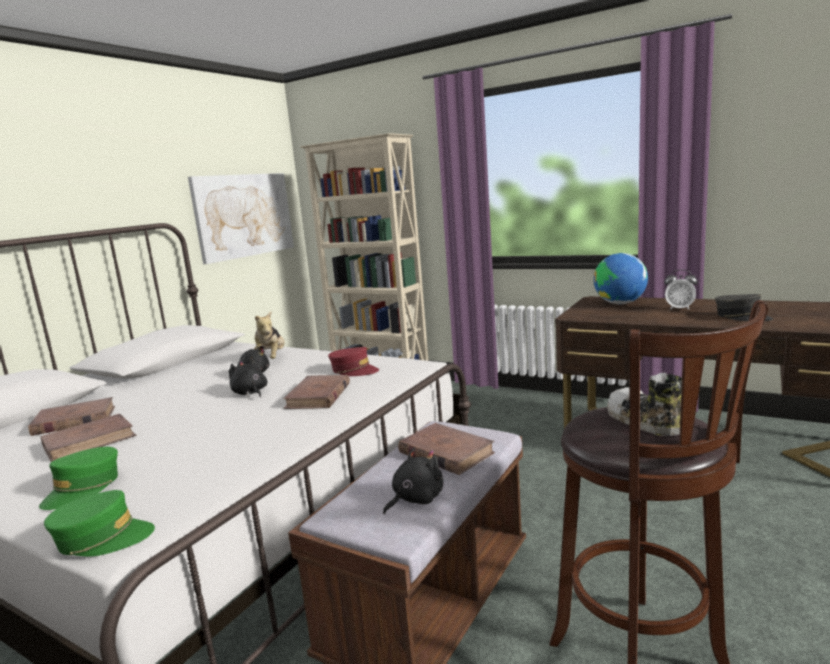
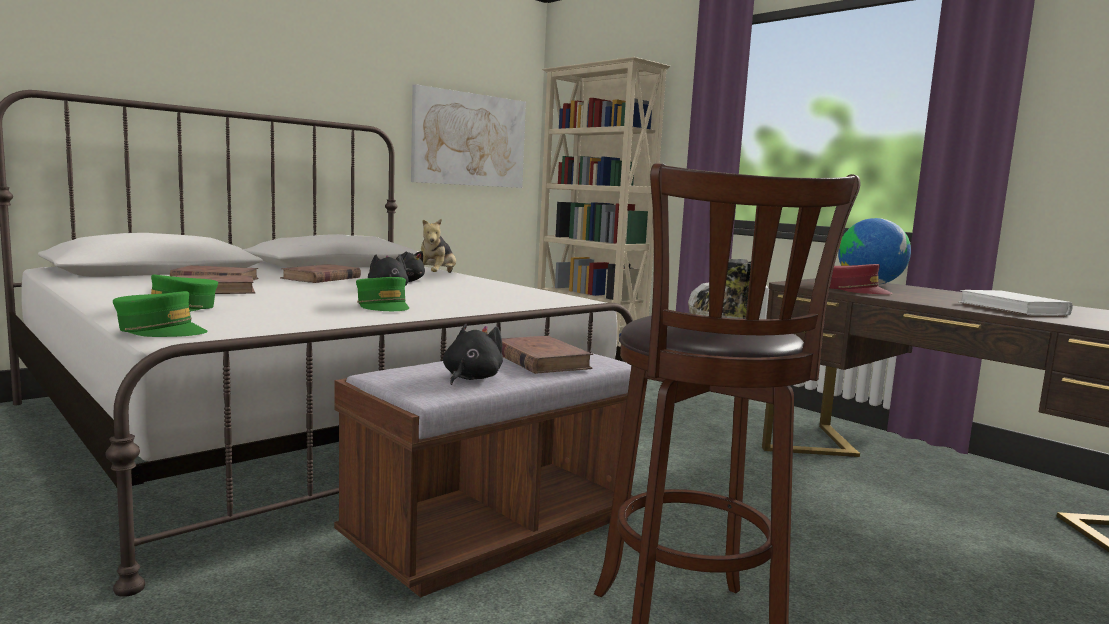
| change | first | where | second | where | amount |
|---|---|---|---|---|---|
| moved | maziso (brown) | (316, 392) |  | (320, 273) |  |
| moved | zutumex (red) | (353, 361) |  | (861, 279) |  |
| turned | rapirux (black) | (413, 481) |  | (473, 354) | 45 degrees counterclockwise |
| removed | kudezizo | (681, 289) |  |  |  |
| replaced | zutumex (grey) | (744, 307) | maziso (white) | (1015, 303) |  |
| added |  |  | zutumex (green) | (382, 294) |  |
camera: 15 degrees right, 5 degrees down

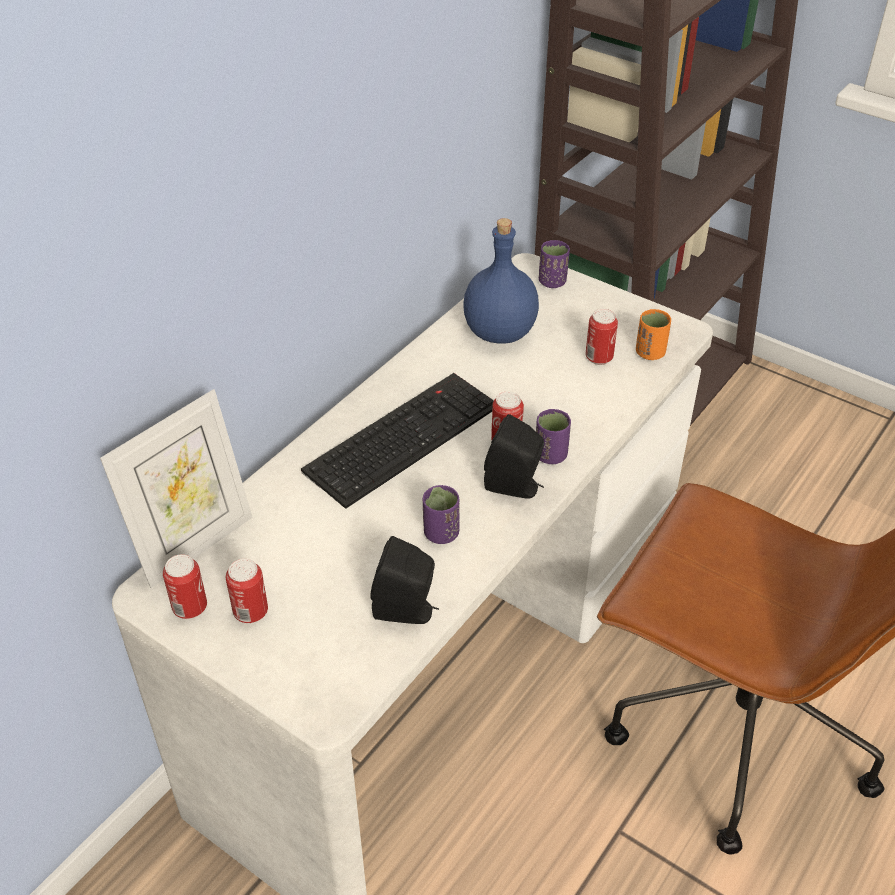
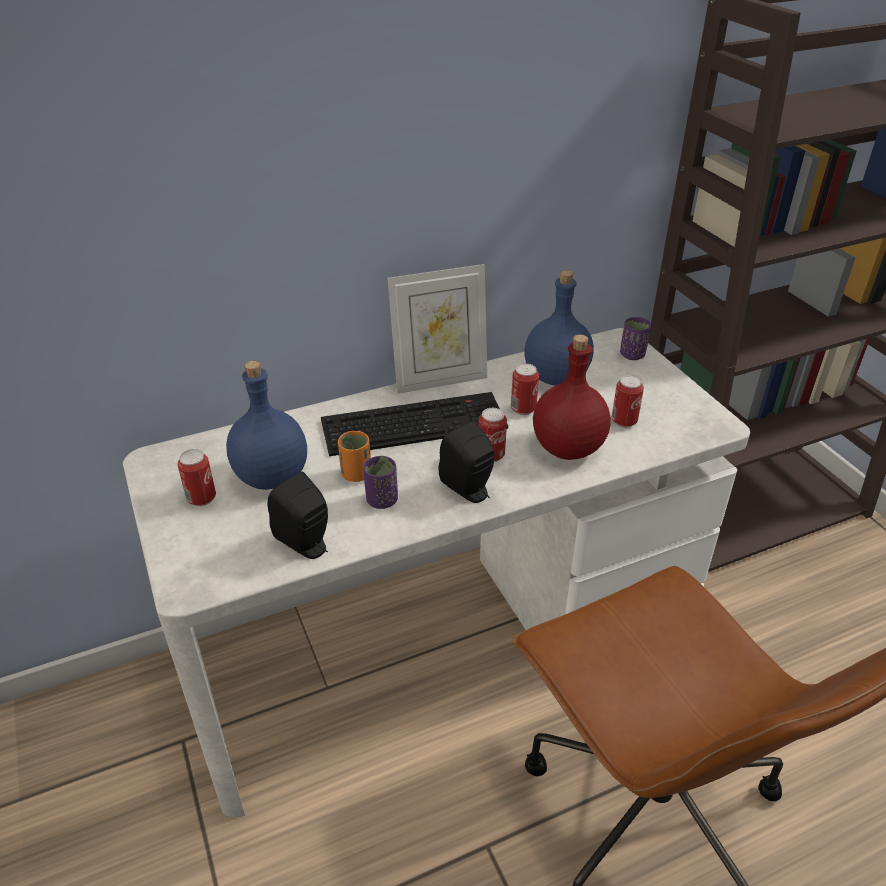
| change | first | where | second | where | amount |
|---|---|---|---|---|---|
| moved | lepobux | (176, 488) |  | (437, 329) |  |
| moved | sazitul | (185, 586) |  | (525, 389) |  |
| removed | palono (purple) | (553, 436) |  |  |  |
| moved | palono (orange) | (653, 334) |  | (354, 456) |  |
| added |  |  | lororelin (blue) | (266, 425) |  |
| added |  |  | lororelin (red) | (572, 397) |  |
camera: 30 degrees right, 5 degrees down

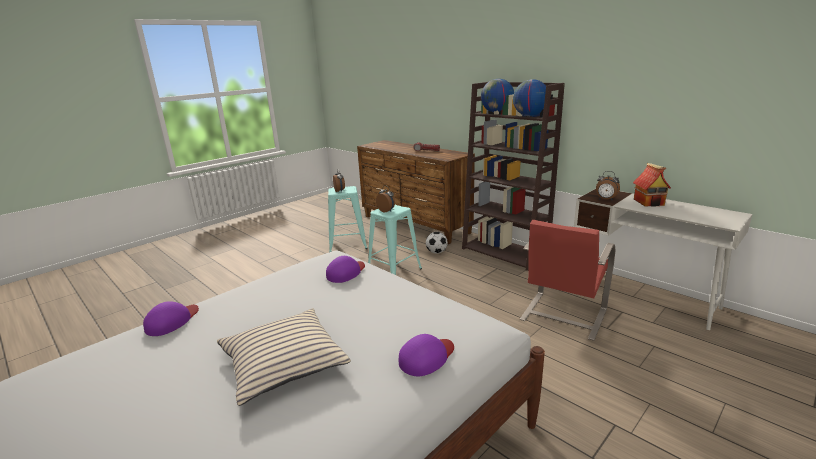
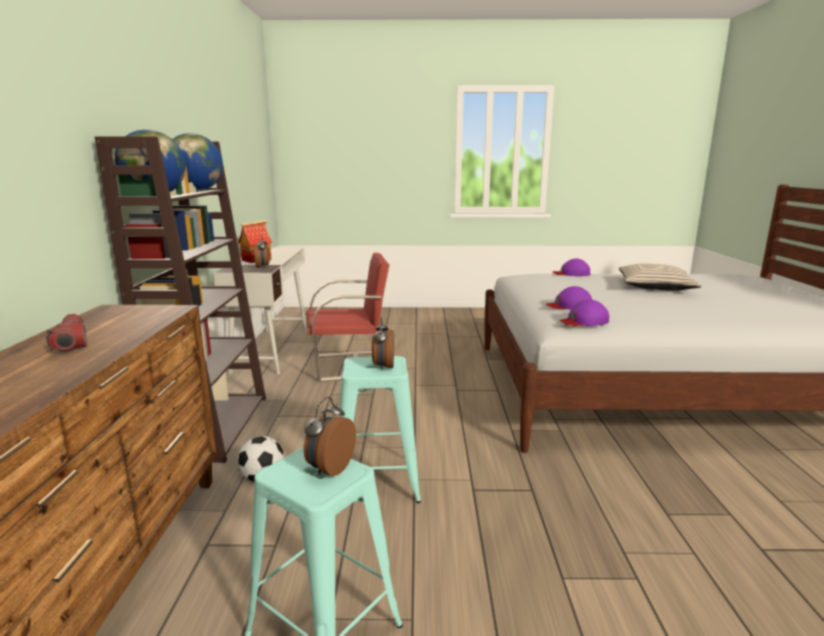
| change | first | where | second | where | amount |
|---|---|---|---|---|---|
| moved | zutumex (purple) | (171, 318) |  | (584, 313) |  |
camera: 135 degrees left, 5 degrees down

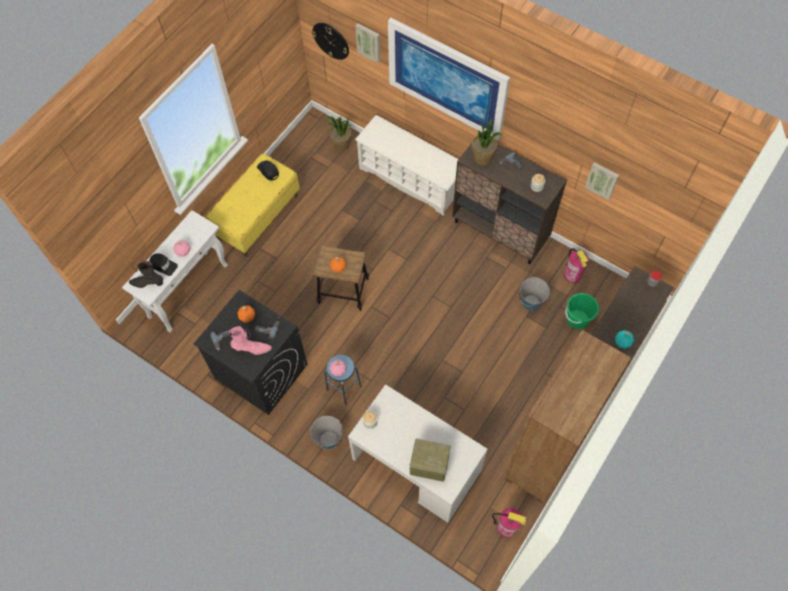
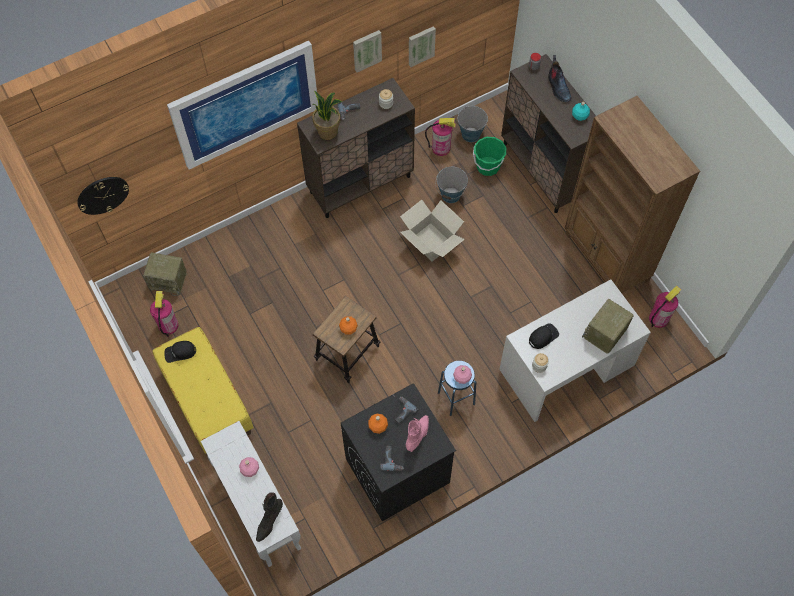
| change | first | where | second | where | amount |
|---|---|---|---|---|---|
| moved | zutumex (black) | (163, 264) |  | (544, 336) |  |
| moved | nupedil | (326, 433) |  | (473, 124) |  |
| replaced | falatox | (339, 133) | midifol | (165, 274) |  |
| removed | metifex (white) | (407, 165) |  |  |  |
| moved | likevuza | (368, 43) |  | (367, 51) |  |
| added |  |  | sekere | (164, 314) |  |
| added |  |  | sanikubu | (432, 231) |  |
| added |  |  | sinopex | (559, 78) |  |
camera: 65 degrees left, 0 degrees up

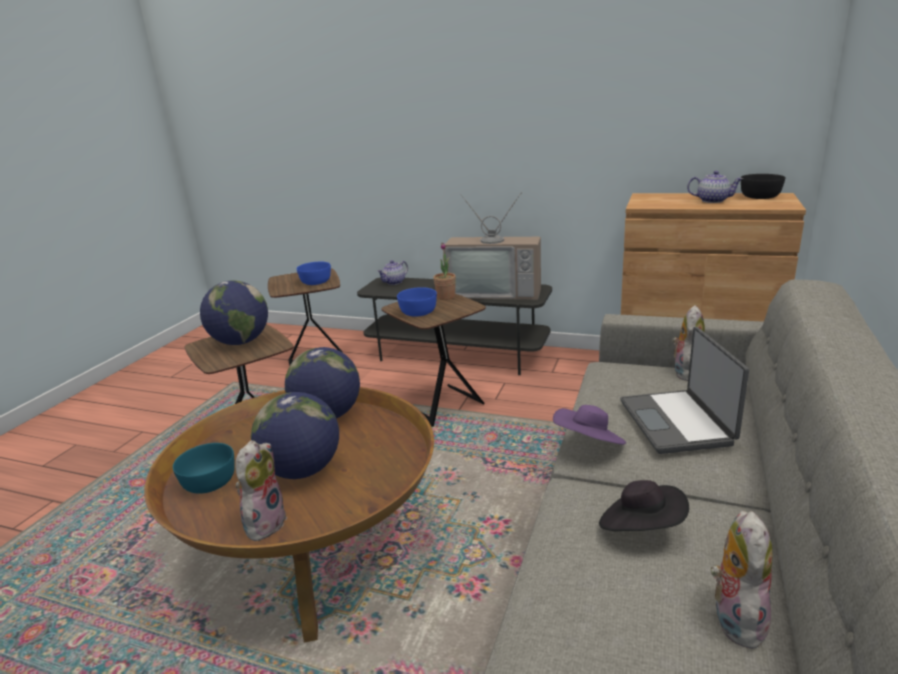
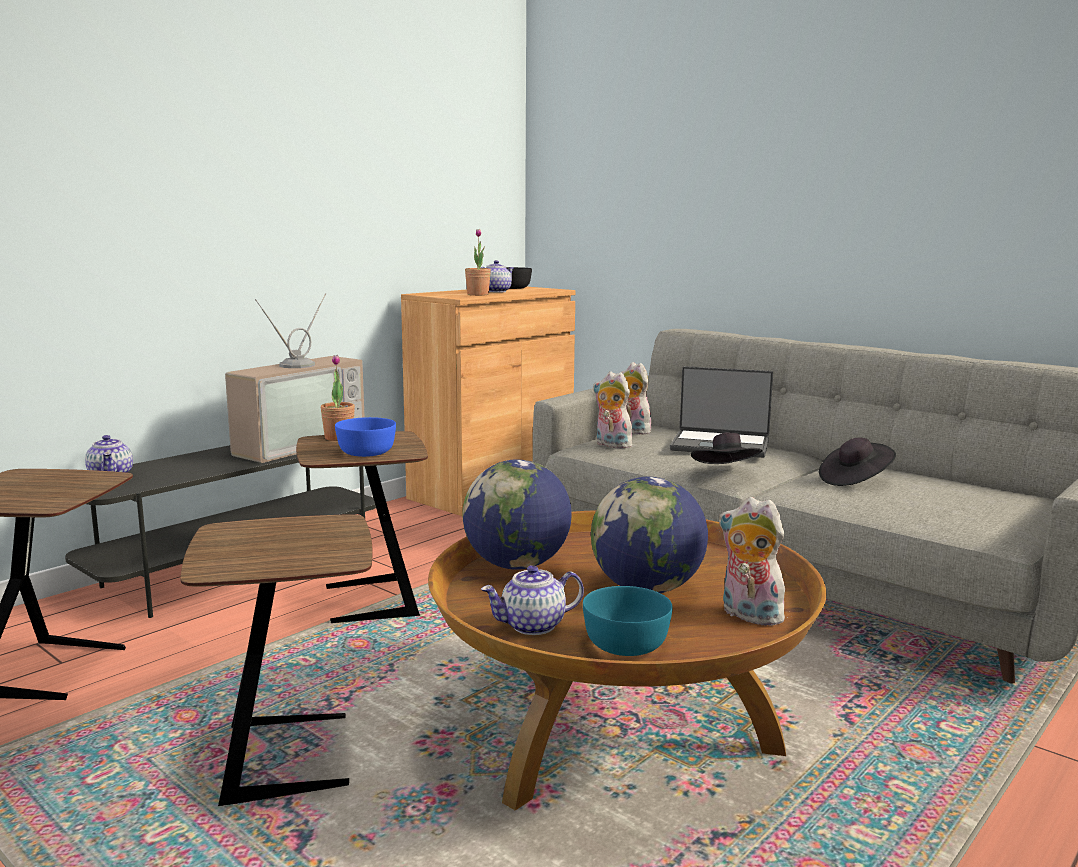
| change | first | where | second | where | amount |
|---|---|---|---|---|---|
| removed | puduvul | (234, 312) |  |  |  |
| removed | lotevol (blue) | (314, 273) |  |  |  |
| recoloured | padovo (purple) | (589, 425) | padovo (black) | (726, 448) |  |
| moved | rapirux | (741, 580) |  | (615, 410) |  |
| added |  |  | falatox | (478, 262) |  |
| added |  |  | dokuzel | (532, 600) |  |
camera: 70 degrees left, 10 degrees down

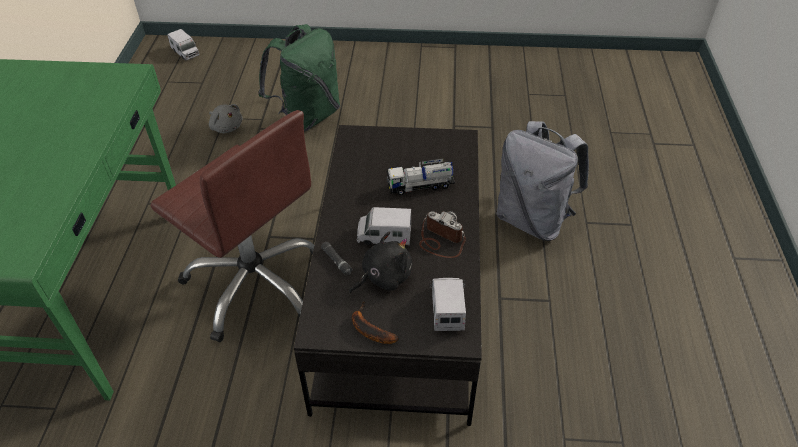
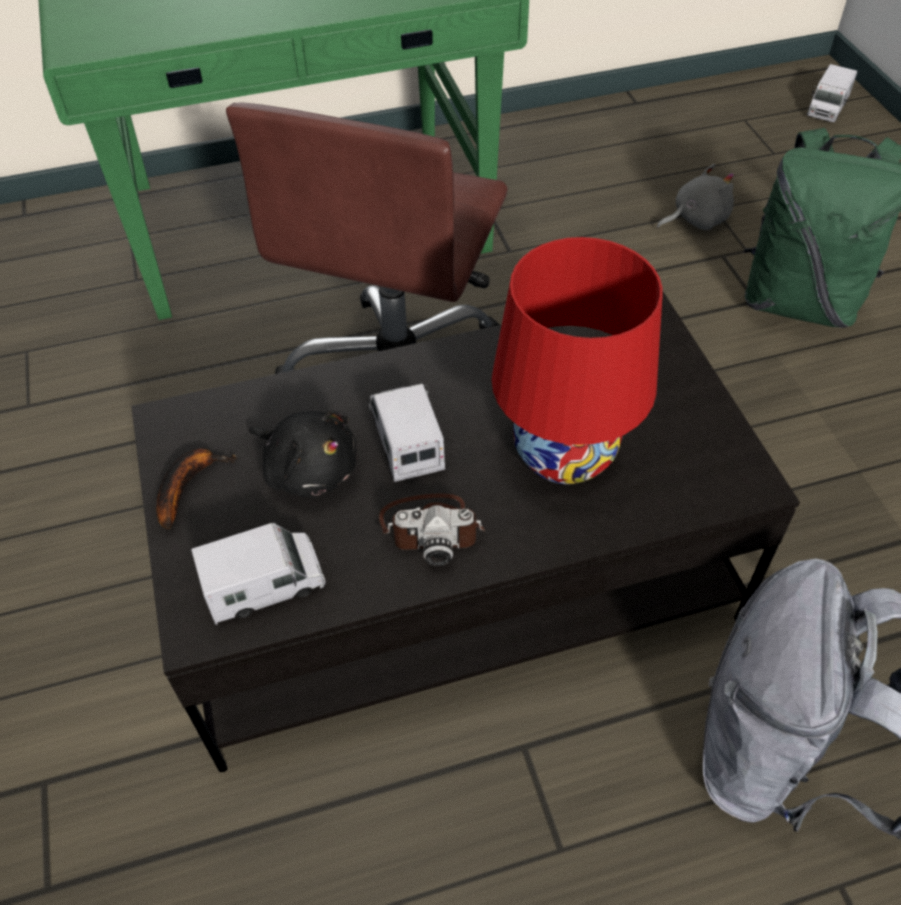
| change | first | where | second | where | amount |
|---|---|---|---|---|---|
| turned | rapirux (grey) | (225, 118) |  | (695, 197) | 135 degrees counterclockwise |
| removed | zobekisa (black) | (337, 259) |  |  |  |
| replaced | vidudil | (420, 176) | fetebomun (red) | (577, 360) |  |
| turned | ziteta | (442, 234) |  | (432, 529) | 75 degrees clockwise |
camera: 70 degrees right, 5 degrees up

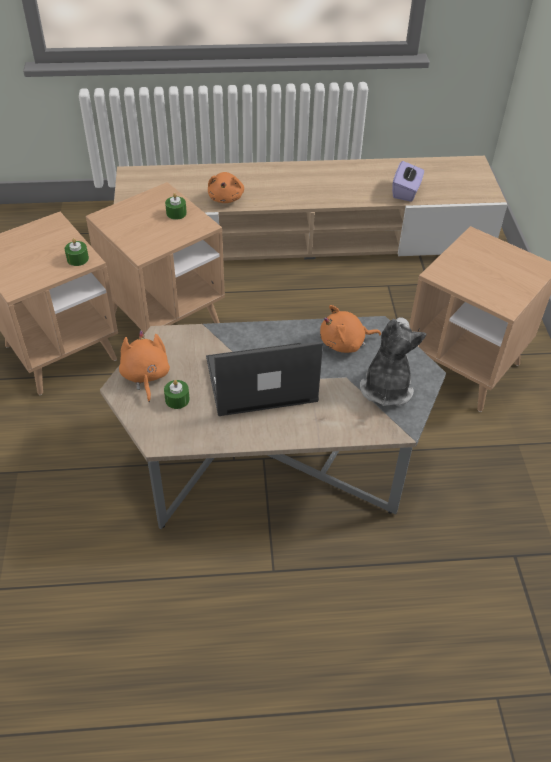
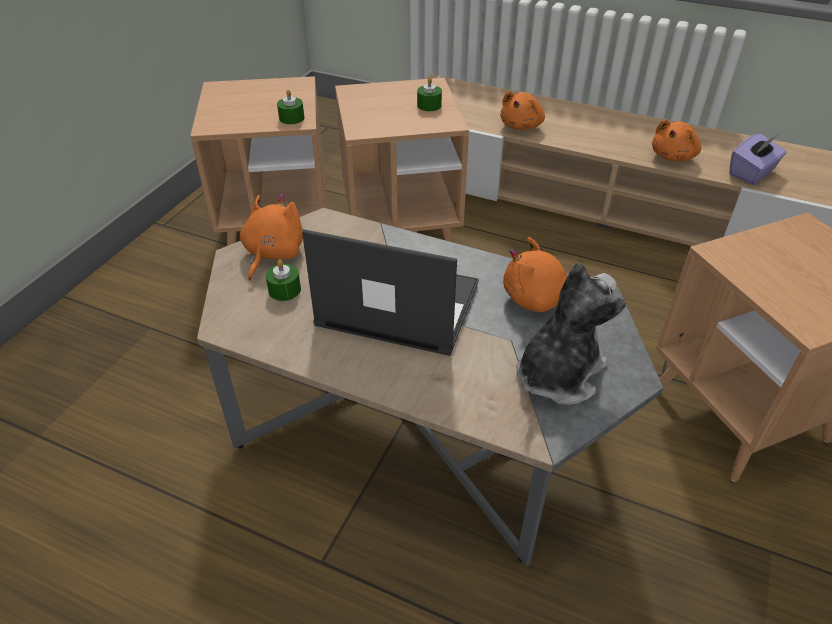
| change | first | where | second | where | amount |
|---|---|---|---|---|---|
| added |  |  | rapirux (orange) | (676, 140) |  |
camera: 30 degrees right, 5 degrees down

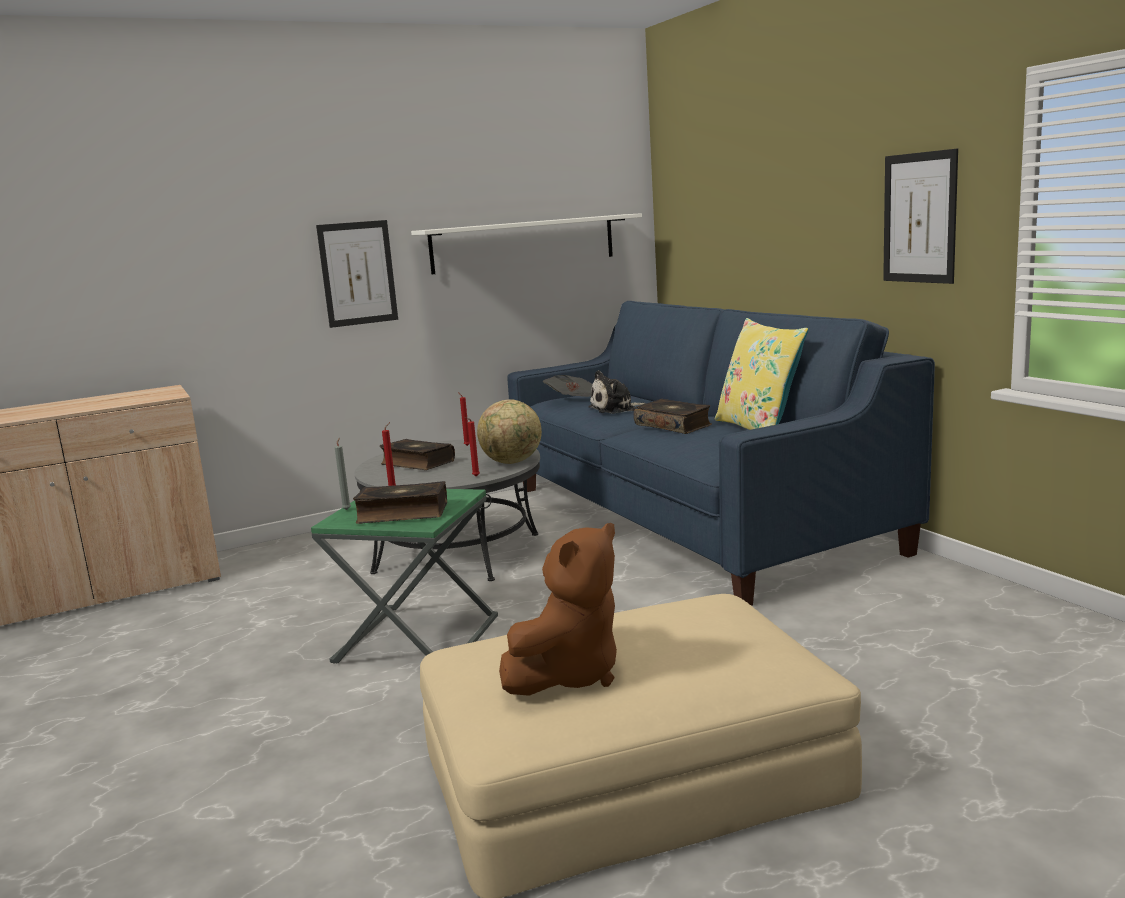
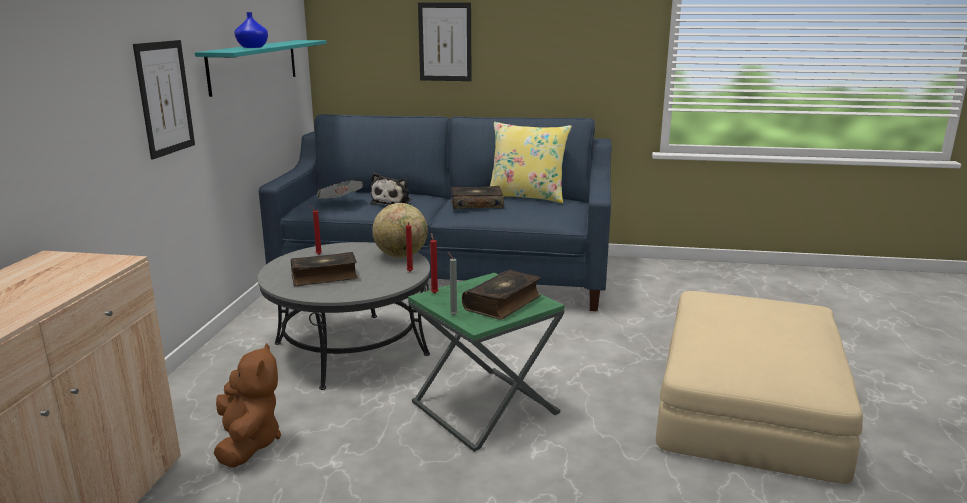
| change | first | where | second | where | amount |
|---|---|---|---|---|---|
| recoloured | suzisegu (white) | (526, 243) | suzisegu (turquoise) | (261, 68) |  |
| moved | rapirux (brown) | (558, 609) |  | (247, 405) |  |
| moved | likevuza | (920, 216) |  | (445, 42) |  |
| added |  |  | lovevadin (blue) | (251, 30) |  |
camera: 55 degrees left, 5 degrees up

